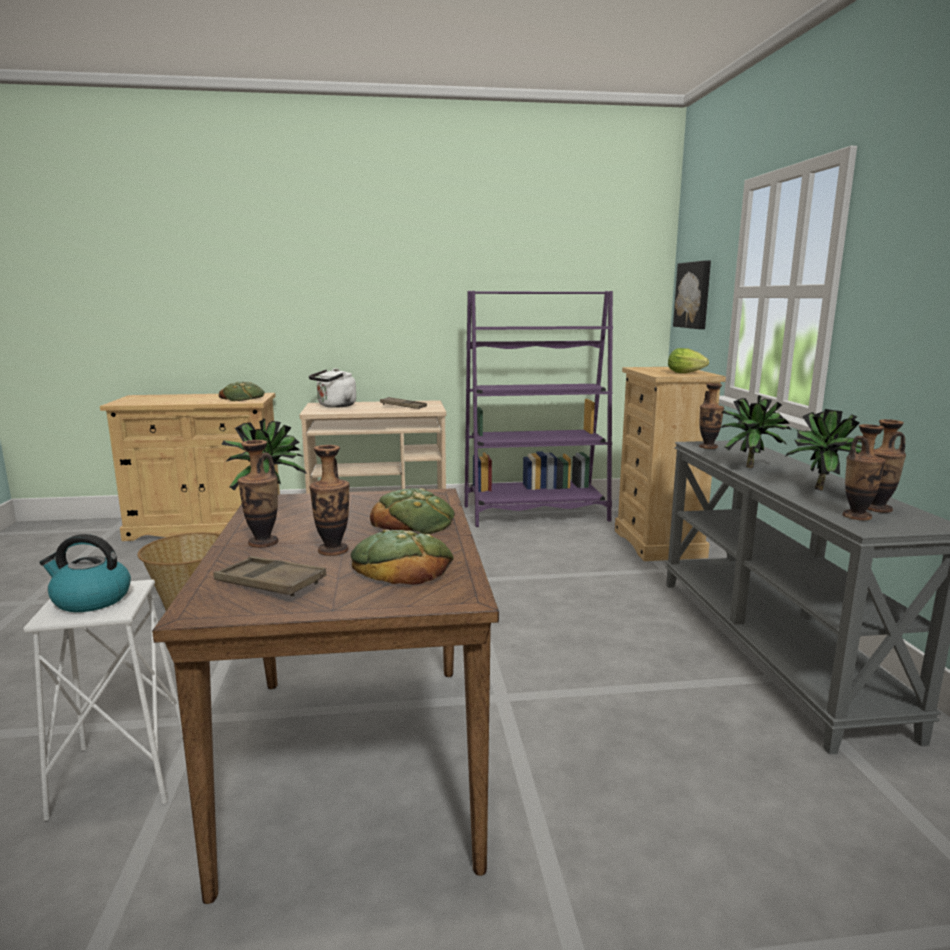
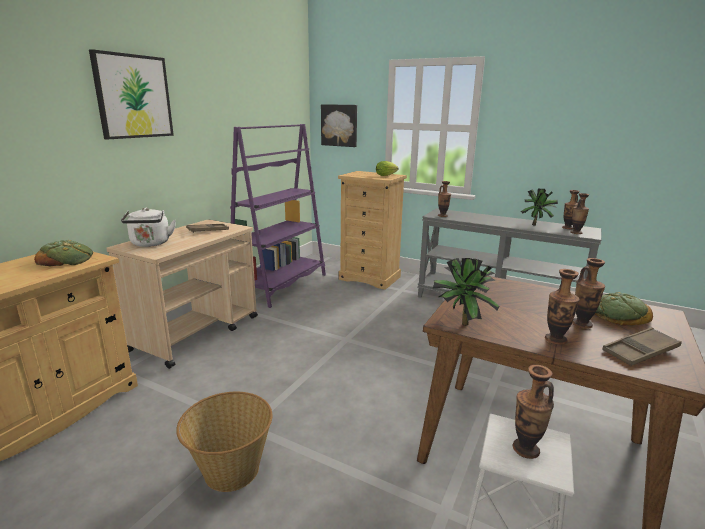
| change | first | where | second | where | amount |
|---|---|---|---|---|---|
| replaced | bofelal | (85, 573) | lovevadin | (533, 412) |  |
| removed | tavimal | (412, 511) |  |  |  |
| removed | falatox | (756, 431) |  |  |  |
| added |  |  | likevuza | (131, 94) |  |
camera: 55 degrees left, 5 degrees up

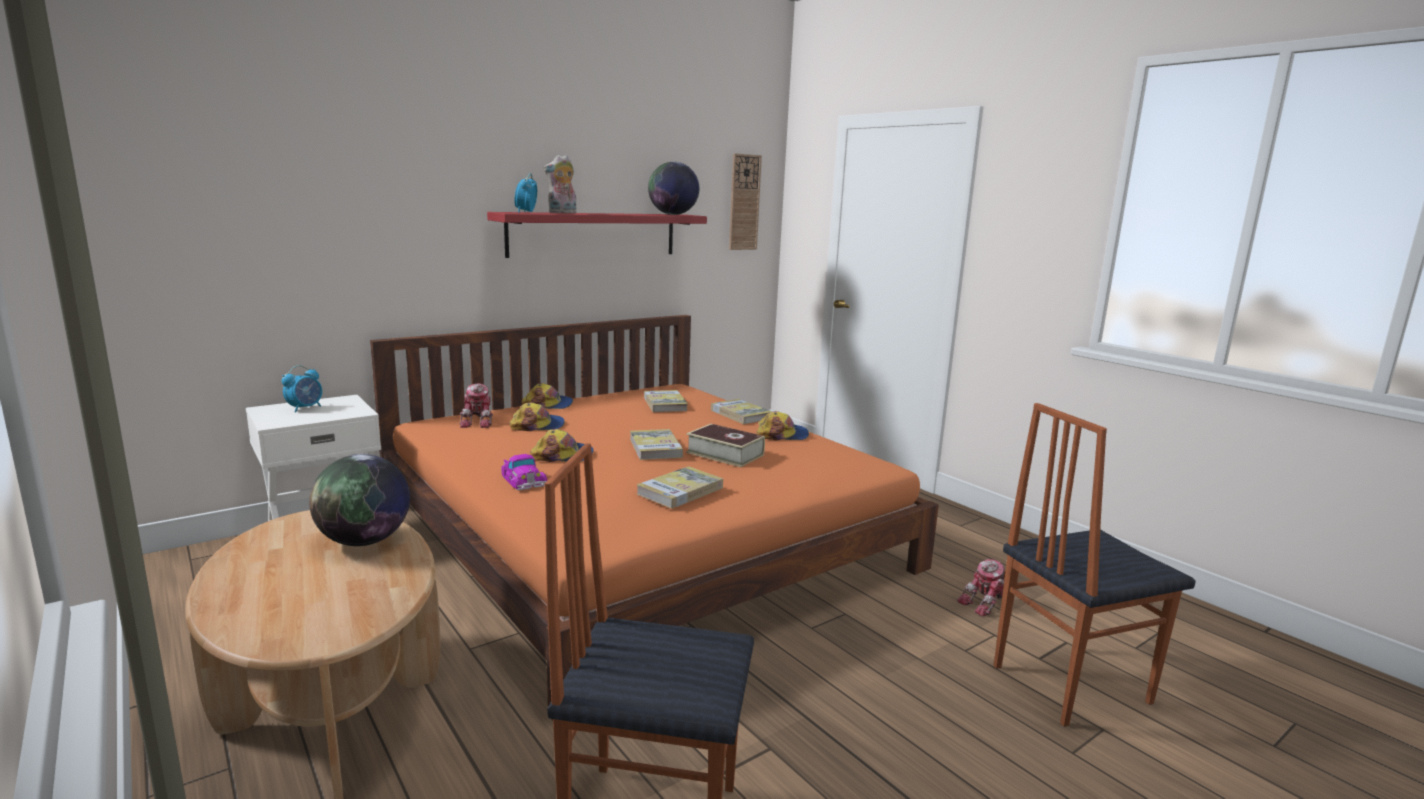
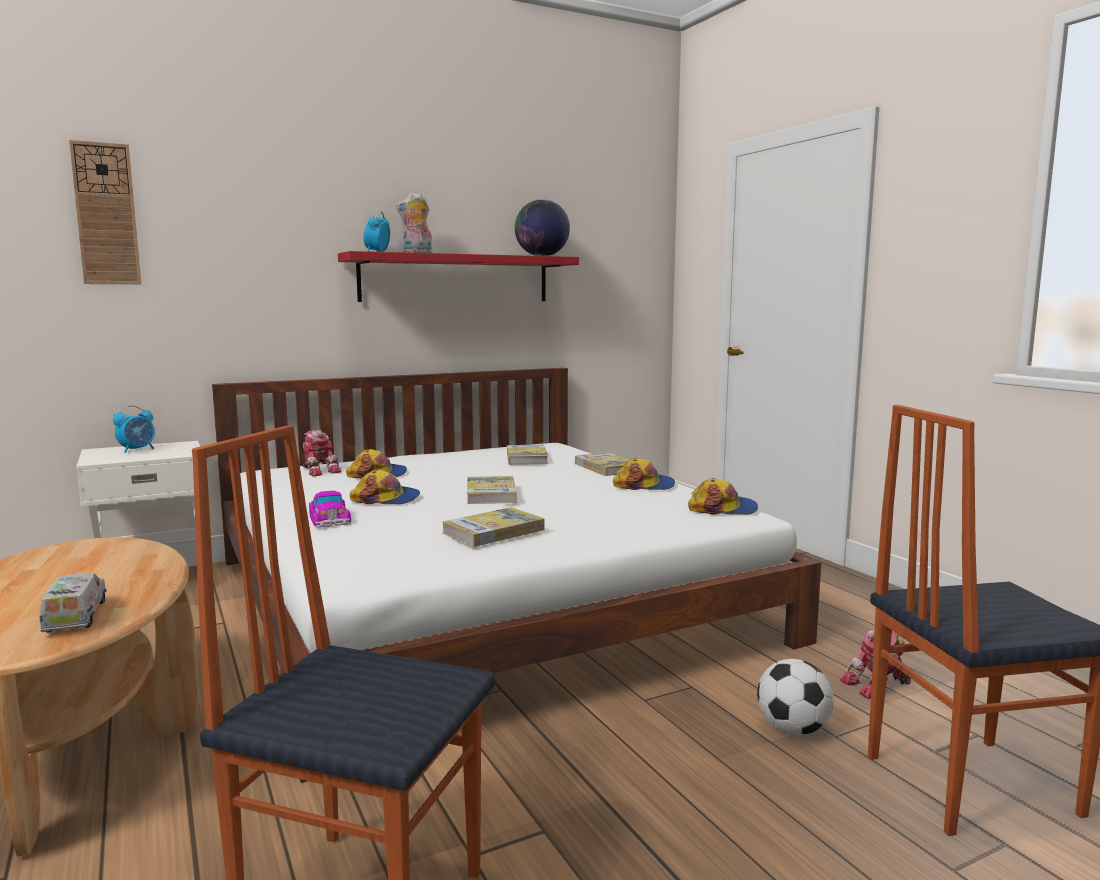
| change | first | where | second | where | amount |
|---|---|---|---|---|---|
| removed | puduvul | (359, 500) |  |  |  |
| recoloured | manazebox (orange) | (654, 518) | manazebox (white) | (516, 575) |  |
| turned | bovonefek | (476, 406) |  | (322, 453) | 45 degrees counterclockwise |
| moved | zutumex | (547, 396) |  | (723, 496) |  |
| removed | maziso | (725, 445) |  |  |  |
| moved | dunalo | (745, 201) |  | (105, 212) |  |
| added |  |  | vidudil | (73, 603) |  |
| added |  |  | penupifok | (795, 697) |  |
camera: 10 degrees right, 5 degrees down

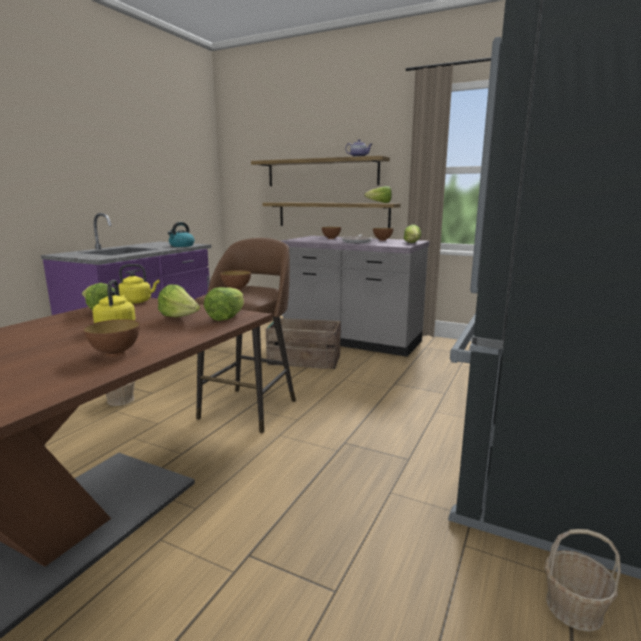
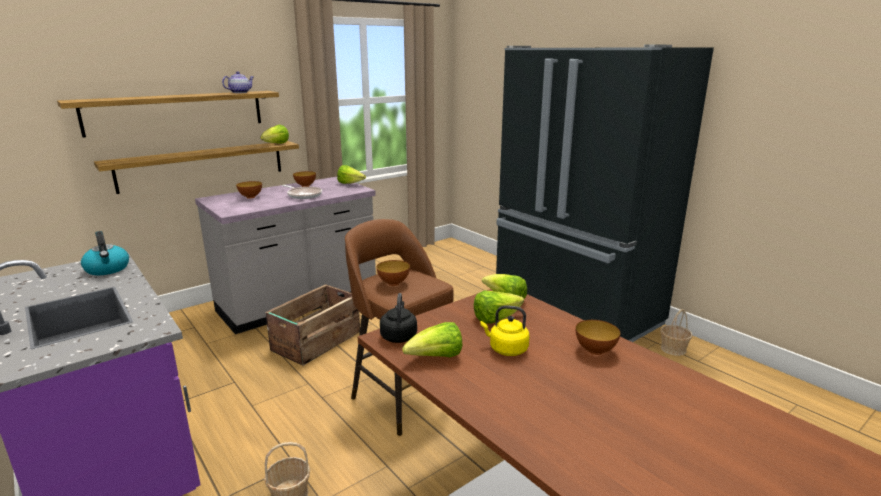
| change | first | where | second | where | amount |
|---|---|---|---|---|---|
| recoloured | bofelal (yellow) | (139, 284) | bofelal (black) | (398, 318) |  |
camera: 65 degrees left, 5 degrees up

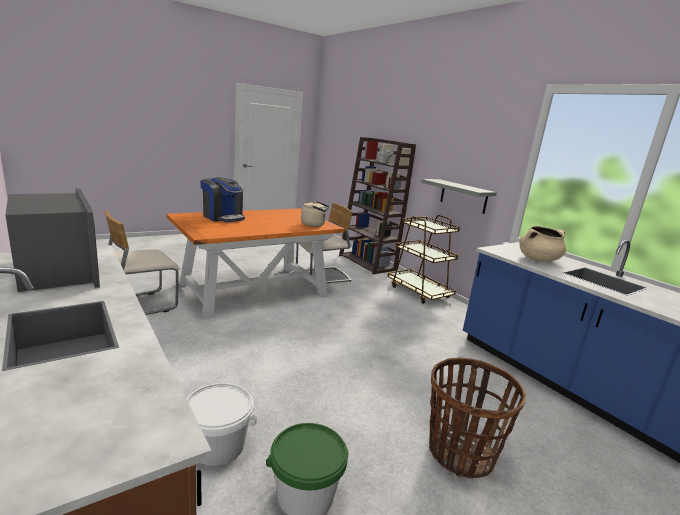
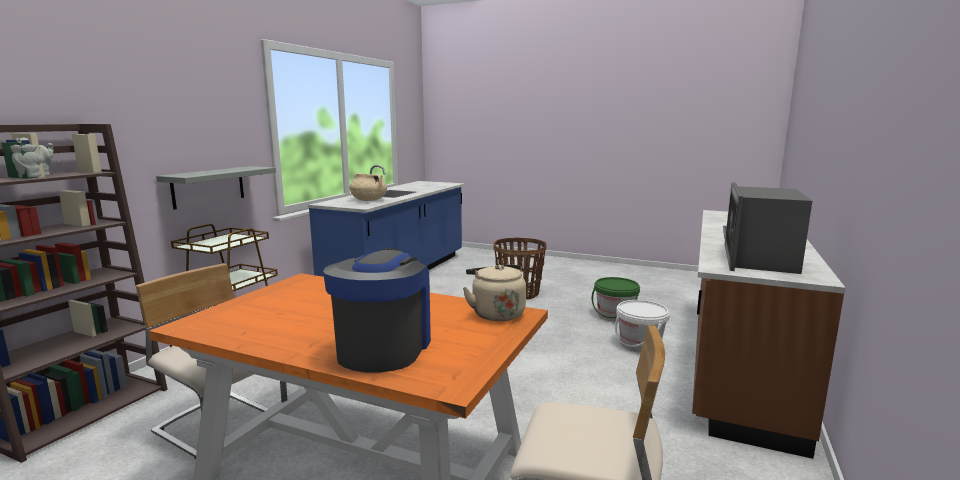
| change | first | where | second | where | amount |
|---|---|---|---|---|---|
| moved | bofelal (beige) | (315, 214) |  | (494, 292) |  |
camera: 120 degrees left, 5 degrees down

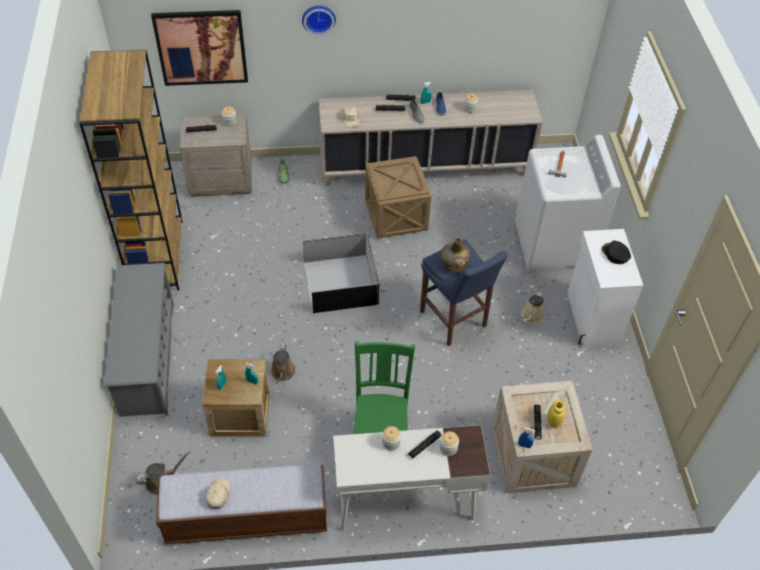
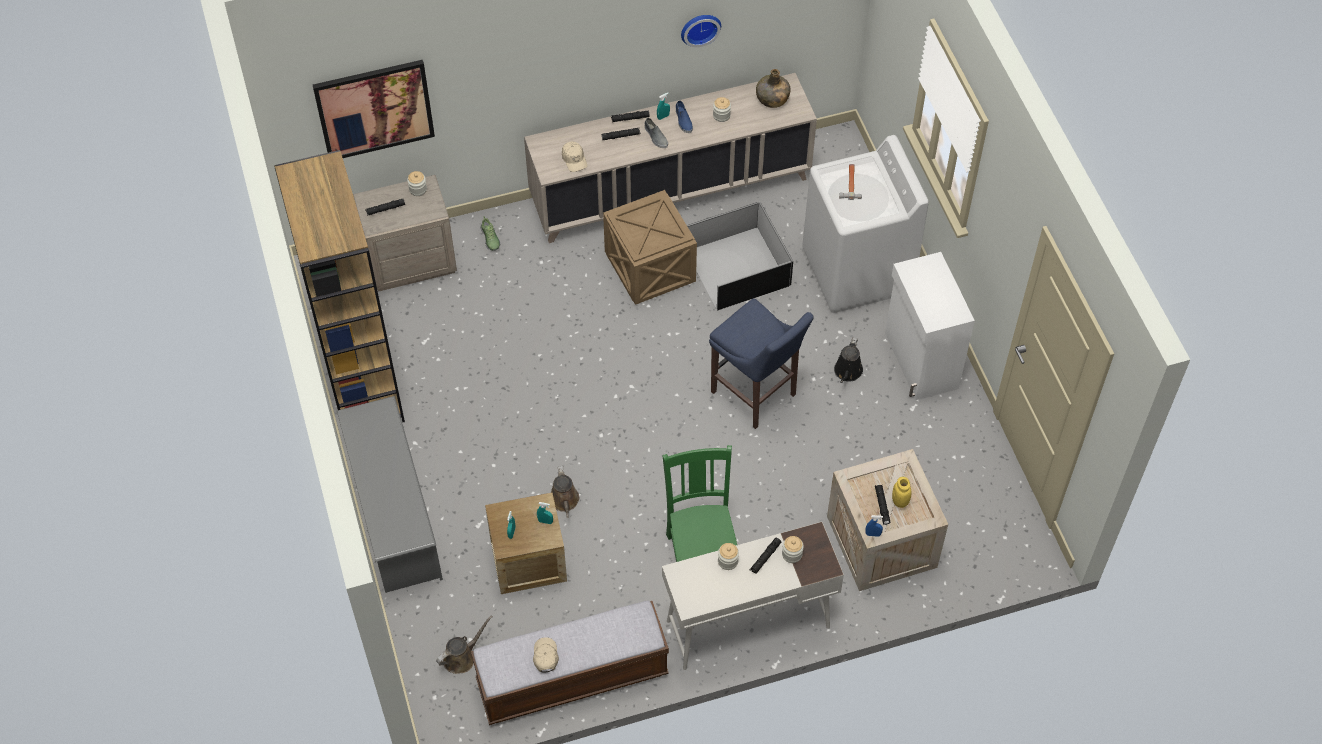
| change | first | where | second | where | amount |
|---|---|---|---|---|---|
| moved | dunalo | (319, 20) |  | (701, 31) |  |
| moved | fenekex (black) | (341, 273) |  | (740, 256) |  |
| moved | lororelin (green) | (455, 255) |  | (773, 88) |  |
| recoloured | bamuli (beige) | (532, 307) | bamuli (black) | (848, 360) |  |
| removed | zutumex (black) | (616, 252) |  |  |  |
camera: 10 degrees left, 5 degrees up

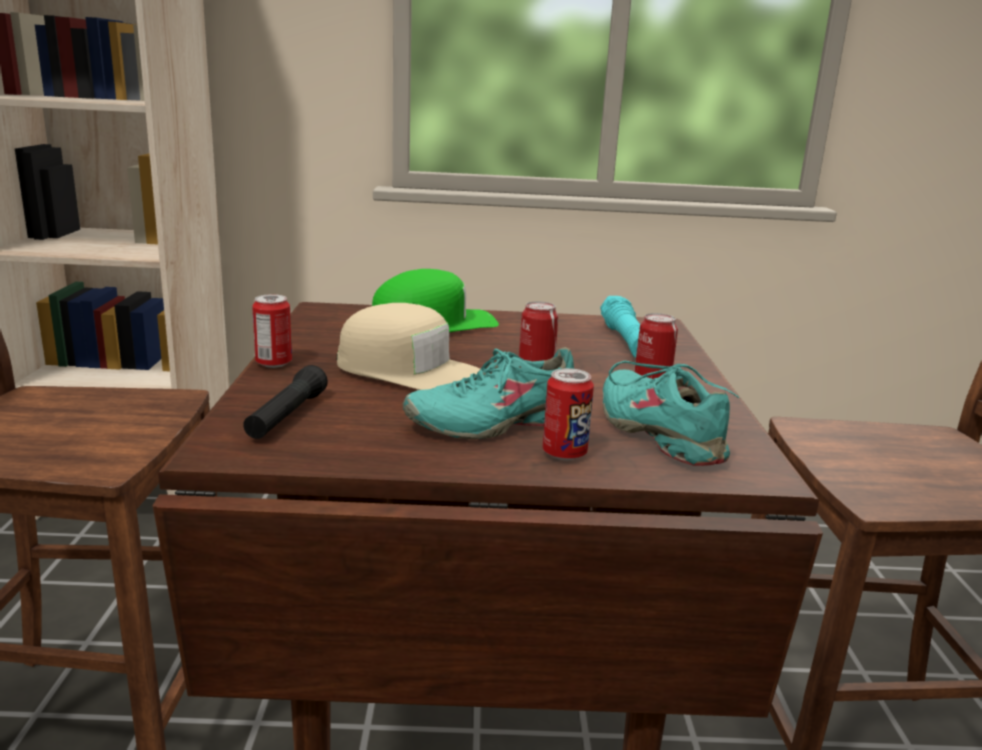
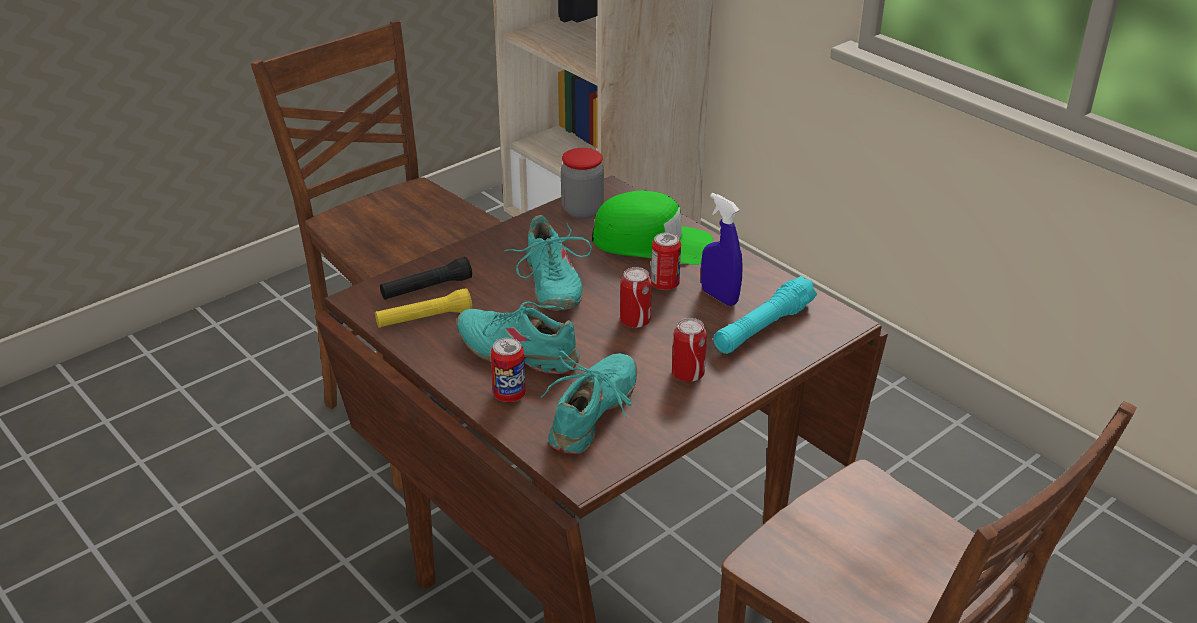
| change | first | where | second | where | amount |
|---|---|---|---|---|---|
| moved | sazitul | (272, 331) |  | (666, 261) |  |
| replaced | zutumex (beige) | (408, 346) | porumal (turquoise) | (548, 263) |  |
| added |  |  | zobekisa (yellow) | (423, 308) |  |
| added |  |  | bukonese | (582, 183) |  |
| added |  |  | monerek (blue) | (722, 249) |  |
camera: 50 degrees right, 15 degrees up

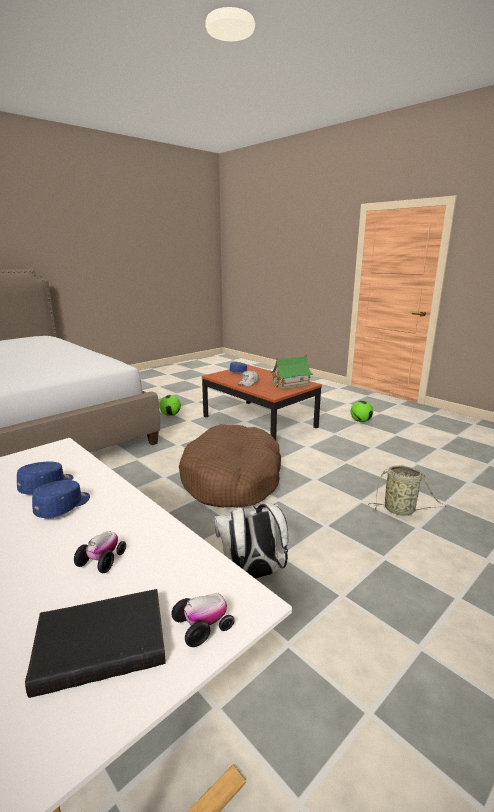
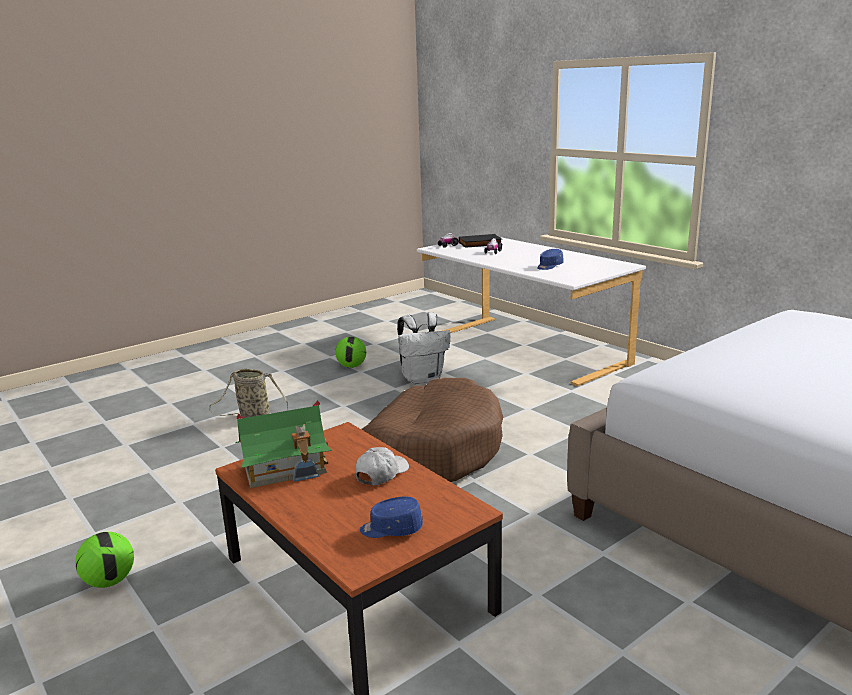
| change | first | where | second | where | amount |
|---|---|---|---|---|---|
| removed | zutumex (blue) | (61, 499) |  |  |  |
| moved | penupifok | (170, 405) |  | (350, 352) |  |
camera: 175 degrees left, 0 degrees up

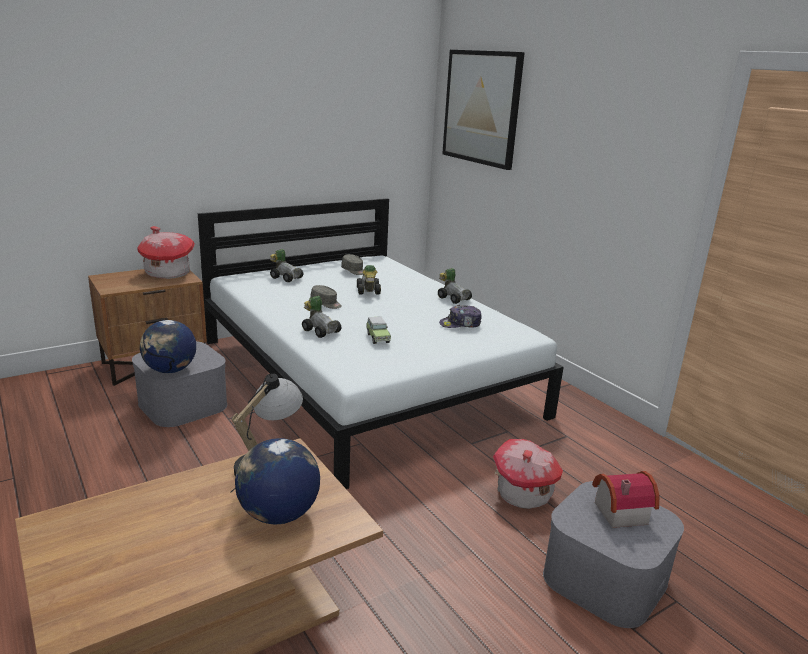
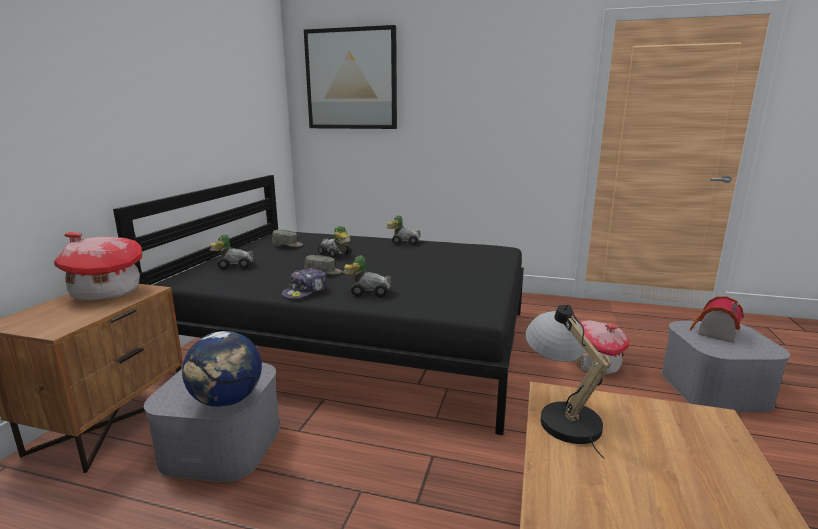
| change | first | where | second | where | amount |
|---|---|---|---|---|---|
| recoloured | manazebox (white) | (381, 343) | manazebox (black) | (318, 305) |  |
| removed | puduvul | (277, 481) |  |  |  |
| removed | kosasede | (378, 330) |  |  |  |
| moved | zutumex | (460, 316) |  | (304, 283) |  |
camera: 40 degrees left, 5 degrees down

